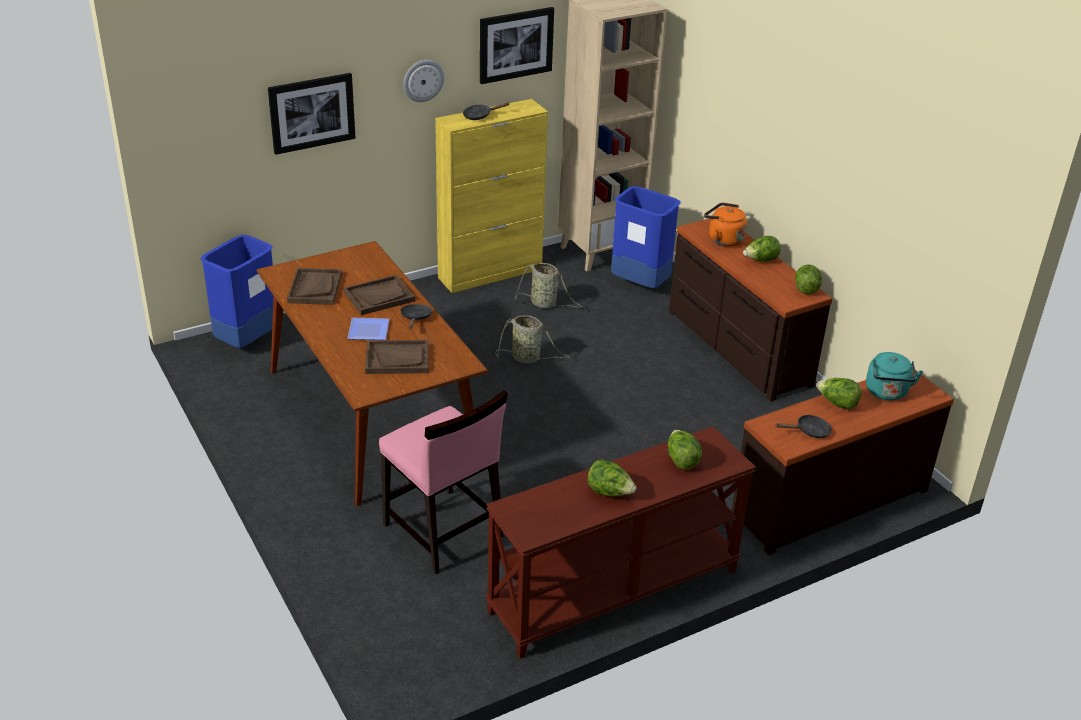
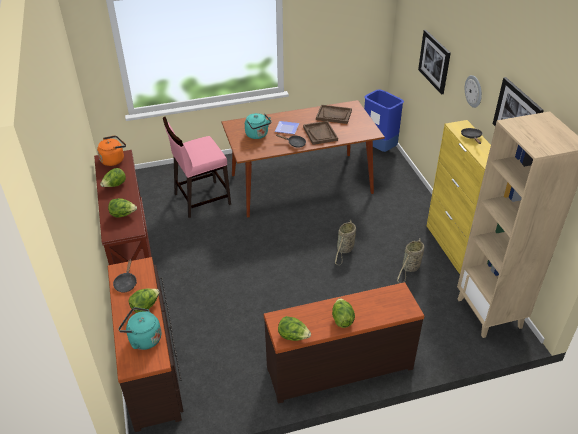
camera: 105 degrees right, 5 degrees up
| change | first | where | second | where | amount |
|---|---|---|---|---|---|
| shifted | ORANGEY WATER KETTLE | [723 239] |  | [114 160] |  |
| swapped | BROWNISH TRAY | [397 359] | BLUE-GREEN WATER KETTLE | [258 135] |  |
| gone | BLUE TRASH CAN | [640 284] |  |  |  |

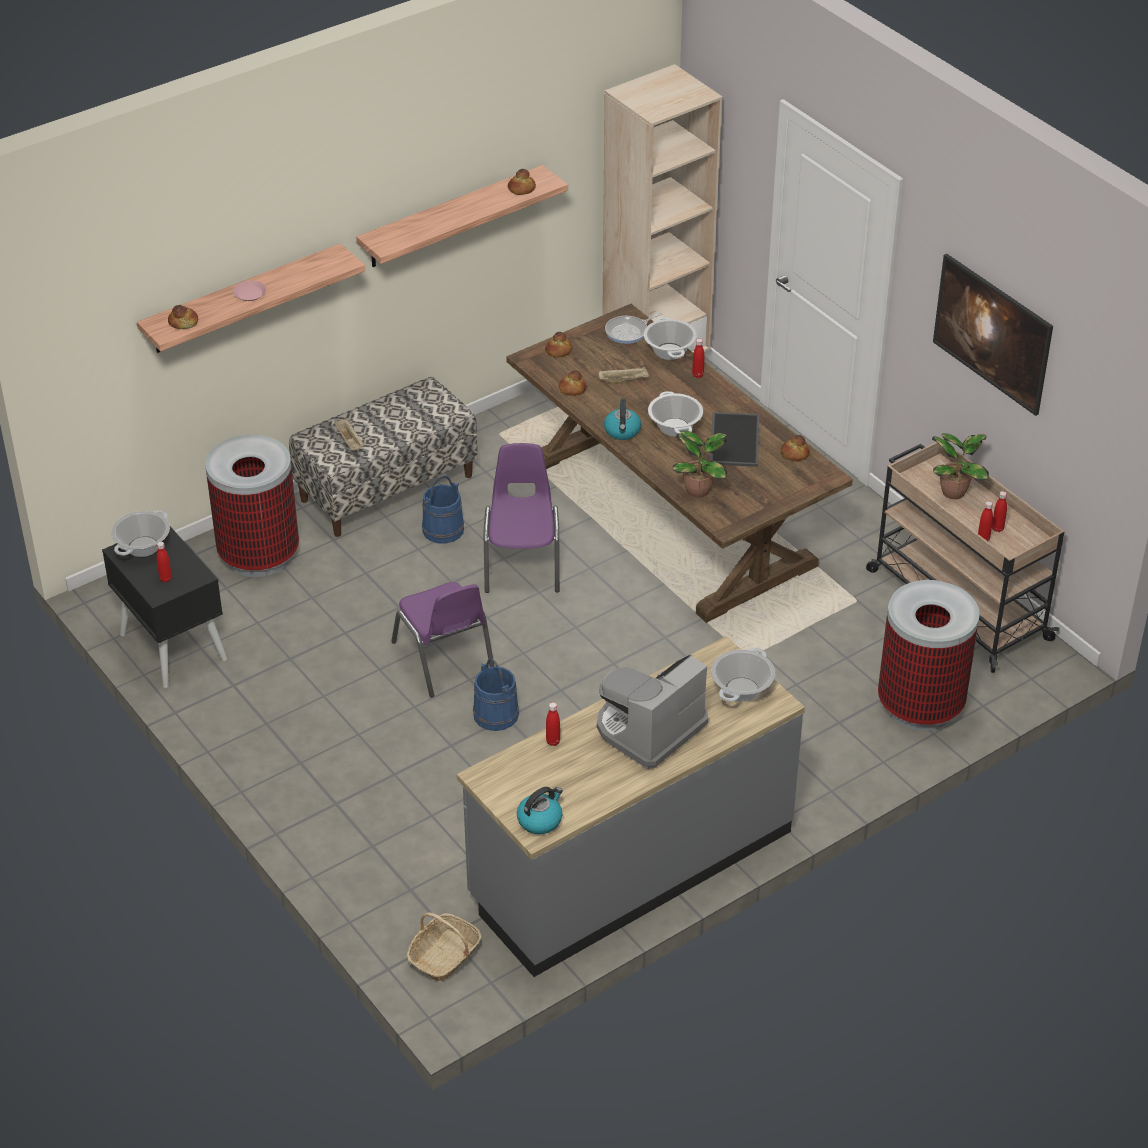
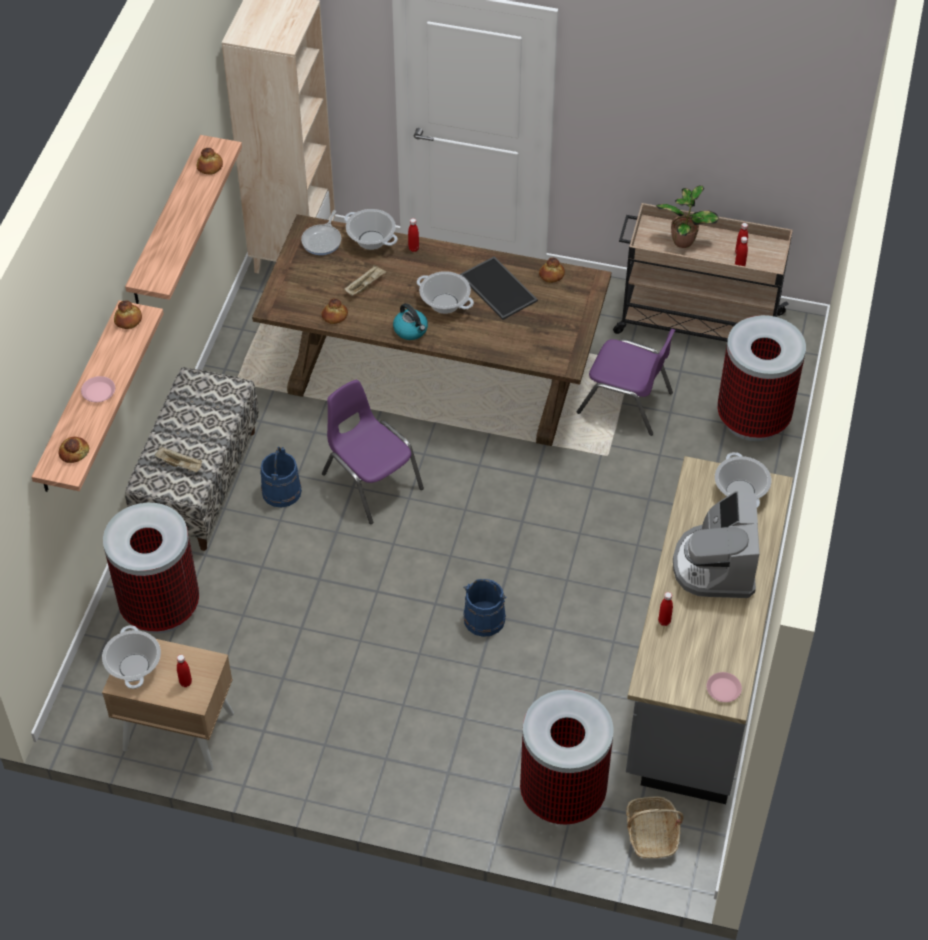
camera: 40 degrees left, 10 degrees up
| change | first | where | second | where | amount |
|---|---|---|---|---|---|
| repainted | BLACKISH NIGHT TABLE | [172 646] | BEIGE NIGHT TABLE | [177 731] |  |
| shifted | BAKERY BREAD | [558 351] |  | [129 320] |  |
| new |  |  | TRASH CAN | [563 794] |  |
| shifted | PURPLISH CHAIR | [444 659] |  | [625 402] |  |
| swapped | WATER KETTLE | [540 820] | PINK FLAT DISH | [723 689] |  |
| gone | POTTED PLANT | [699 490] |  |  |  |
| gone | PICTURE | [989 355] |  |  |  |

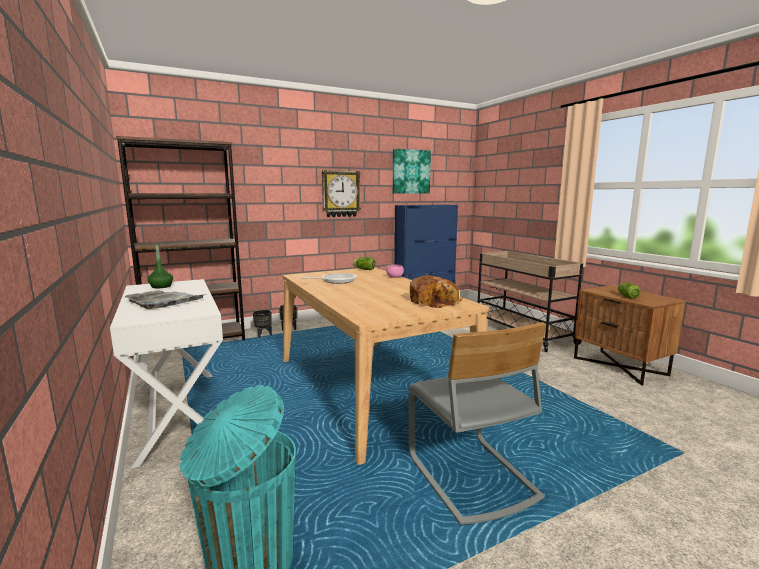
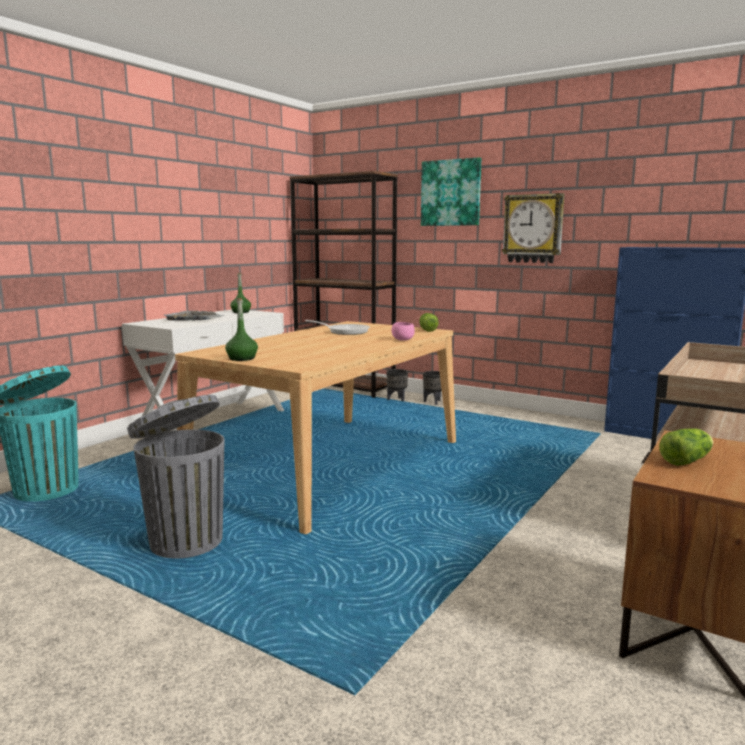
camera: 60 degrees right, 0 degrees up
| change | first | where | second | where | amount |
|---|---|---|---|---|---|
| swapped | GREY CHAIR | [470 477] | GREY TRASH CAN | [185 541] |  |
| new |  |  | GREENISH DRINK BOTTLE | [242 358] |  |
| shifted | PICTURE | [411 171] |  | [451 193] |  |
| gone | BAKERY BREAD | [434 301] |  |  |  |

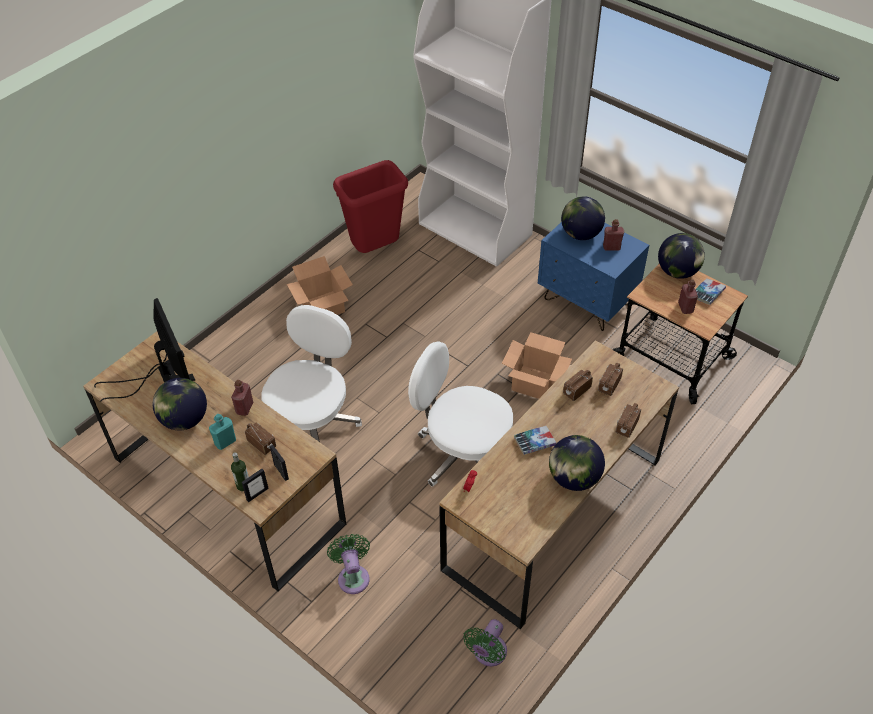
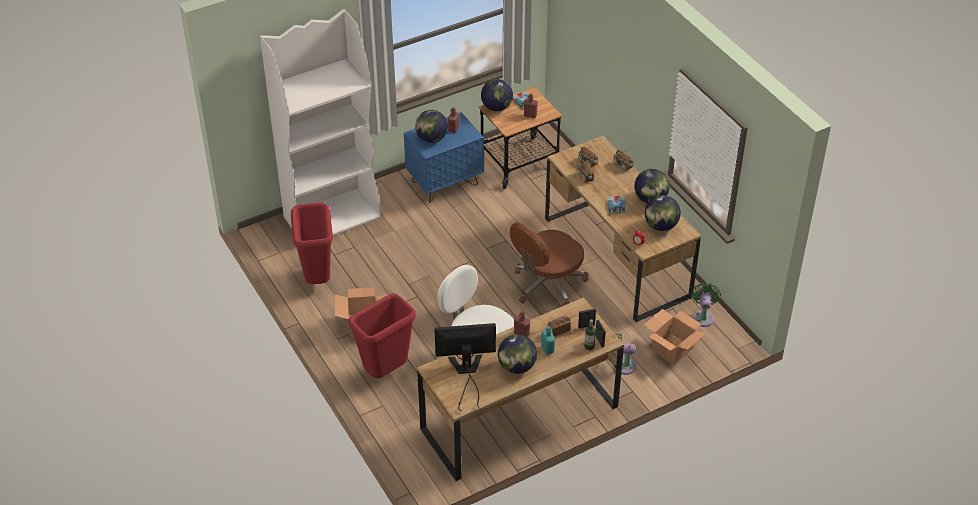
camera: 70 degrees left, 5 degrees down
| change | first | where | second | where | amount |
|---|---|---|---|---|---|
| new |  |  | RED-COLOURED TRASH CAN | [386 373] |  |
| repainted | WHITE-COLOURED DESK CHAIR | [463 453] | BROWNISH DESK CHAIR | [547 285] |  |
| shifted | CARTON | [533 383] |  | [672 349] |  |
| new |  |  | WORLD GLOBE | [661 226] |  |
| rotated | GREENISH COOLING FAN | [488 654] |  | [703 316] | 135 degrees counterclockwise |

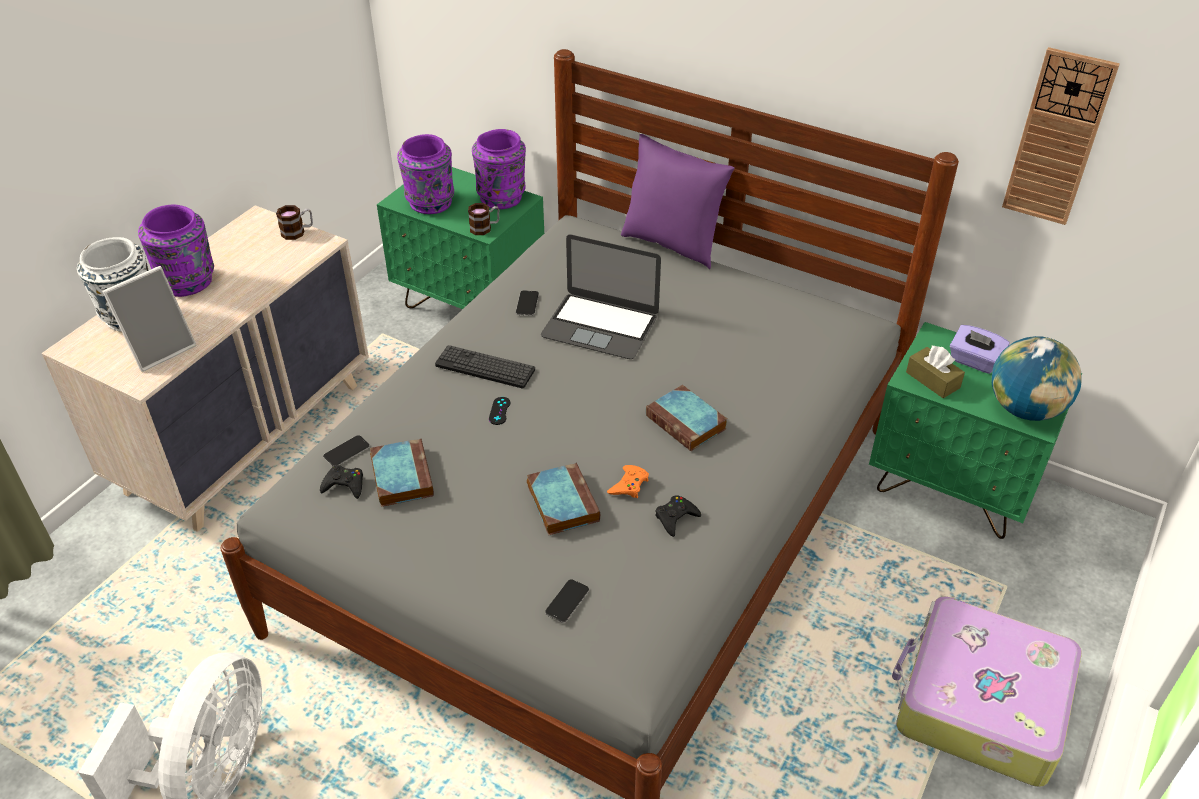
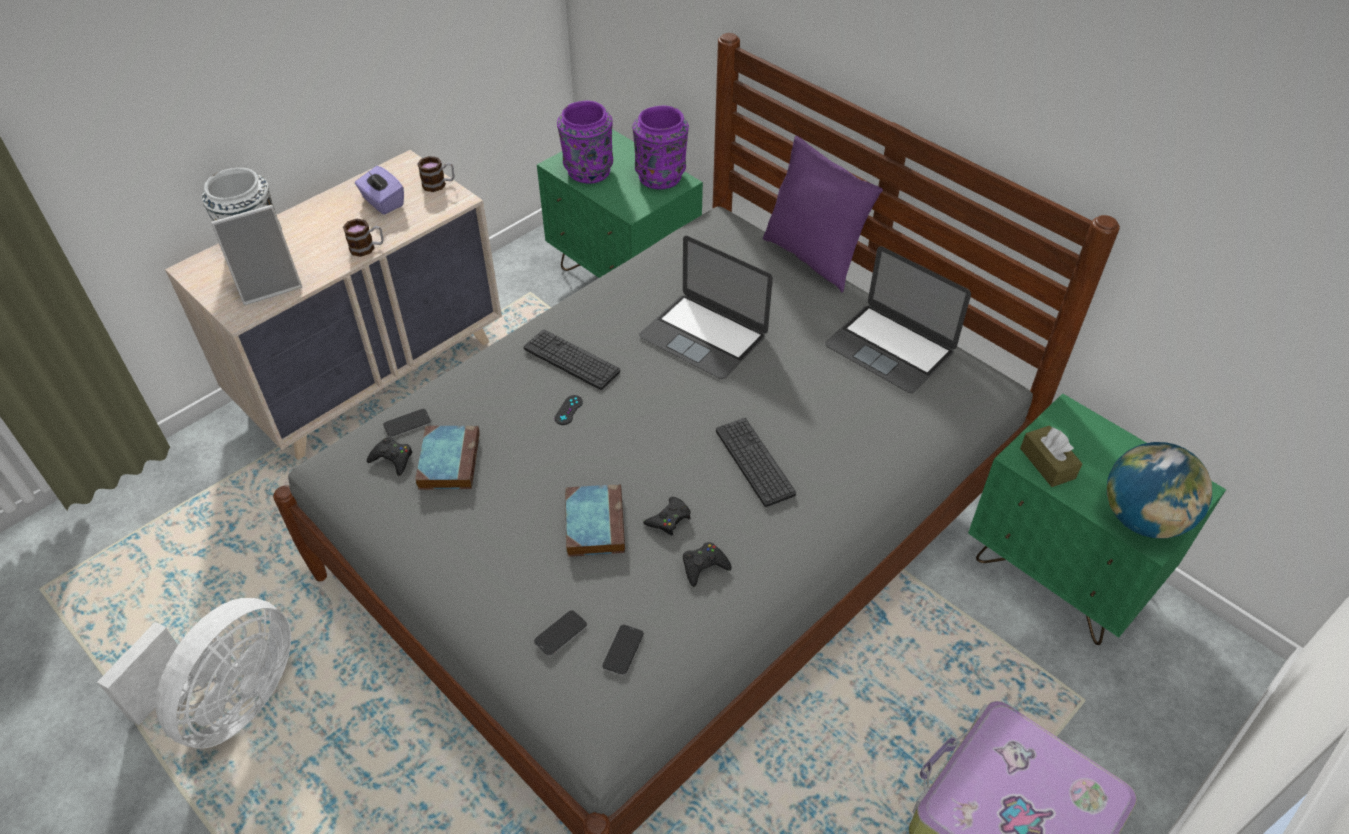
camera: 15 degrees right, 5 degrees up
| change | first | where | second | where | amount |
|---|---|---|---|---|---|
| shifted | COFFEE MUG | [485 228] |  | [367 248] |  |
| shifted | PURPLISH TISSUE HOLDER | [974 361] |  | [382 202] |  |
| shifted | TELEPHONE | [527 304] |  | [623 650] |  |
| repainted | ORANGEY GAMEPAD | [629 485] | BLACKISH GAMEPAD | [669 519] |  |
| swapped | VOLUME | [687 423] | PC KEYBOARD | [754 462] |  |
| new |  |  | LAPTOP | [889 348] |  |
| gone | PURPLISH VASE | [188 282] |  |  |  |
| gone | HANGING CLOCK | [1057 138] |  |  |  |

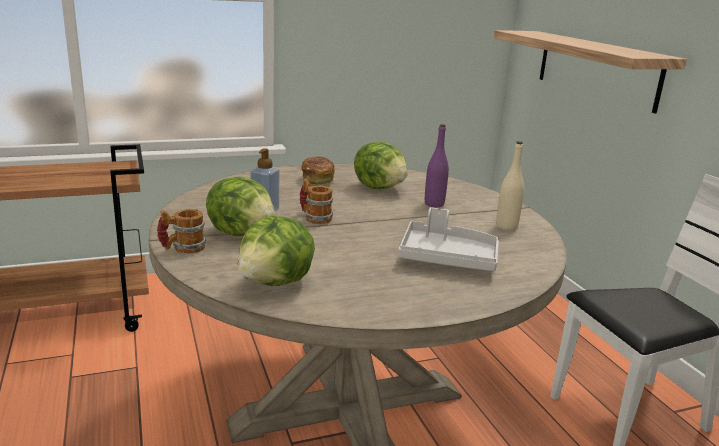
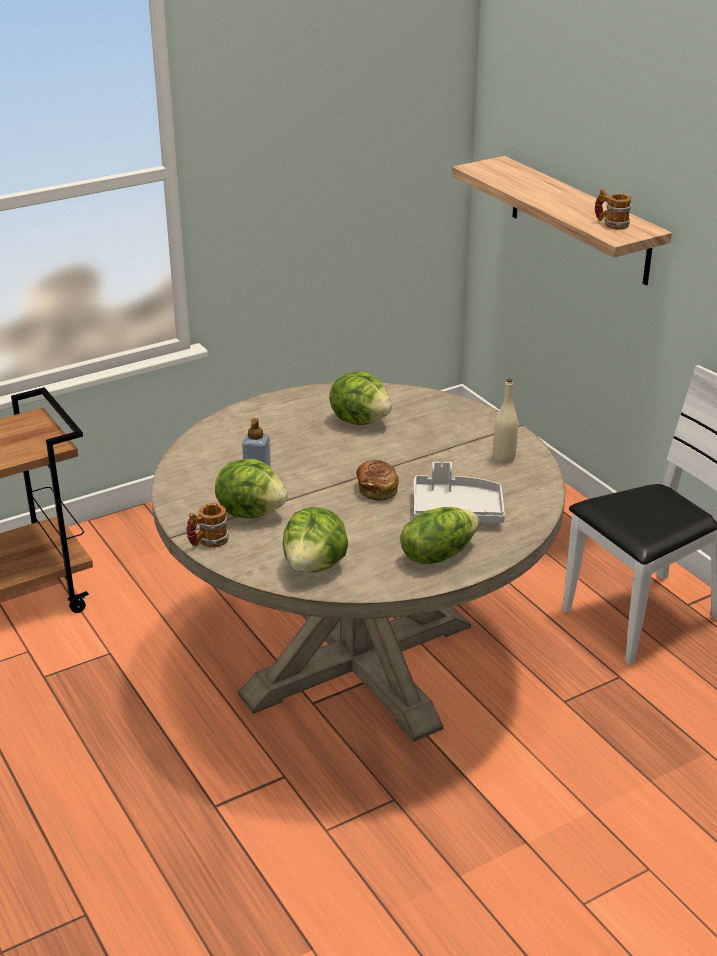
camera: 10 degrees left, 10 degrees up
| change | first | where | second | where | amount |
|---|---|---|---|---|---|
| shifted | BAKERY BREAD | [318 179] |  | [377 489] |  |
| new |  |  | LETTUCE | [437 554] |  |
| shifted | COFFEE MUG | [314 217] |  | [611 224] |  |
| gone | PURPLISH DRINK BOTTLE | [434 204] |  |  |  |

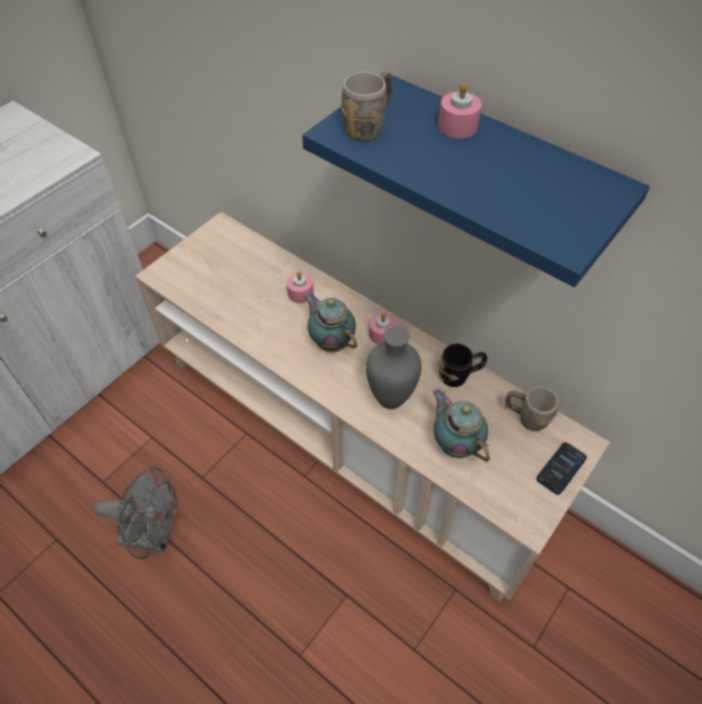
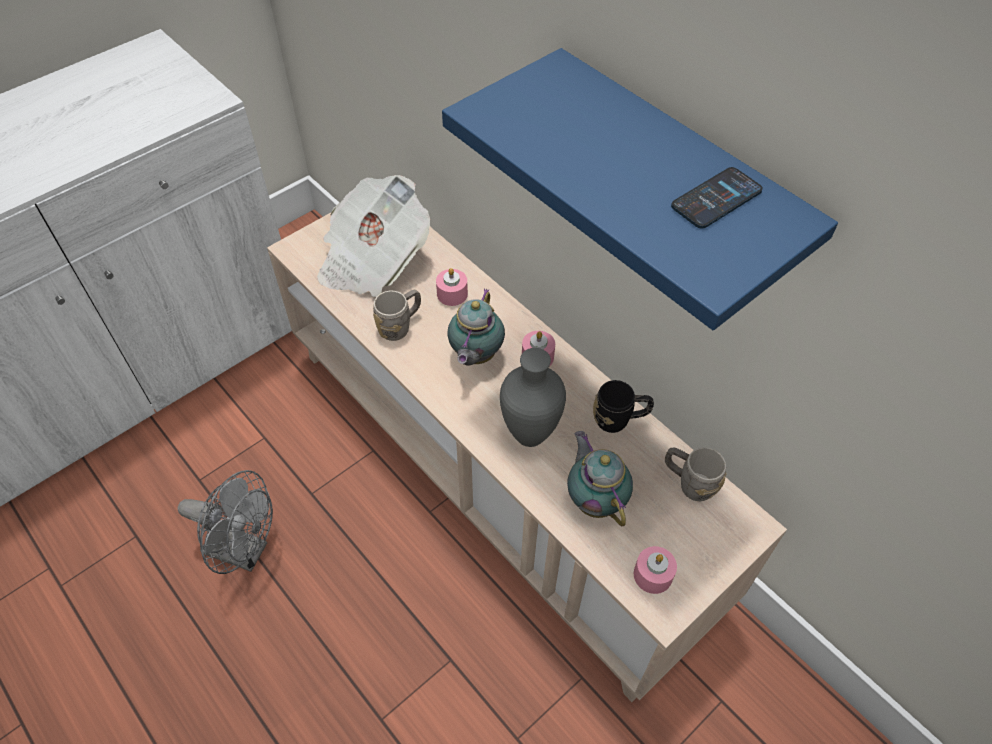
camera: 10 degrees right, 0 degrees up
| change | first | where | second | where | amount |
|---|---|---|---|---|---|
| new |  |  | NEWSPAPER | [372 259] |  |
| shifted | GREY COFFEE MUG | [369 126] |  | [400 326] |  |
| rotated | POT FOR TEA | [331 342] |  | [475 356] | 135 degrees counterclockwise |
| shifted | PINK CANDLE | [457 126] |  | [652 575] |  |
| shifted | TELEPHONE | [561 468] |  | [716 199] |  |

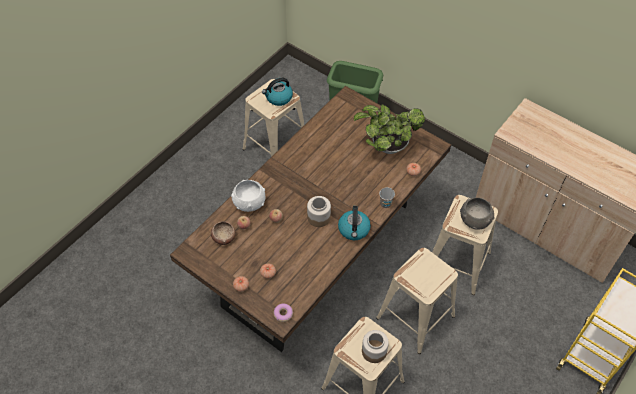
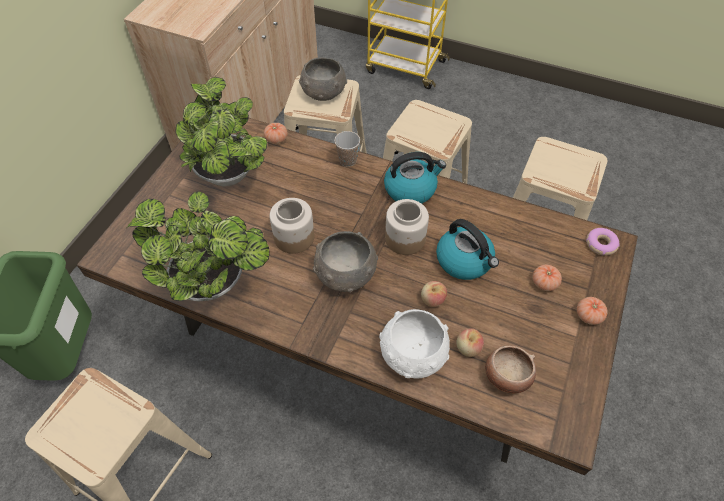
camera: 105 degrees left, 0 degrees up
| change | first | where | second | where | amount |
|---|---|---|---|---|---|
| new |  |  | POTTED PLANT | [216 285] |  |
| shifted | STORAGE JAR | [374 351] |  | [293 237] |  |
| new |  |  | GREY DEEP DISH | [345 274] |  |
| shifted | WATER KETTLE | [278 98] |  | [465 261] |  |

